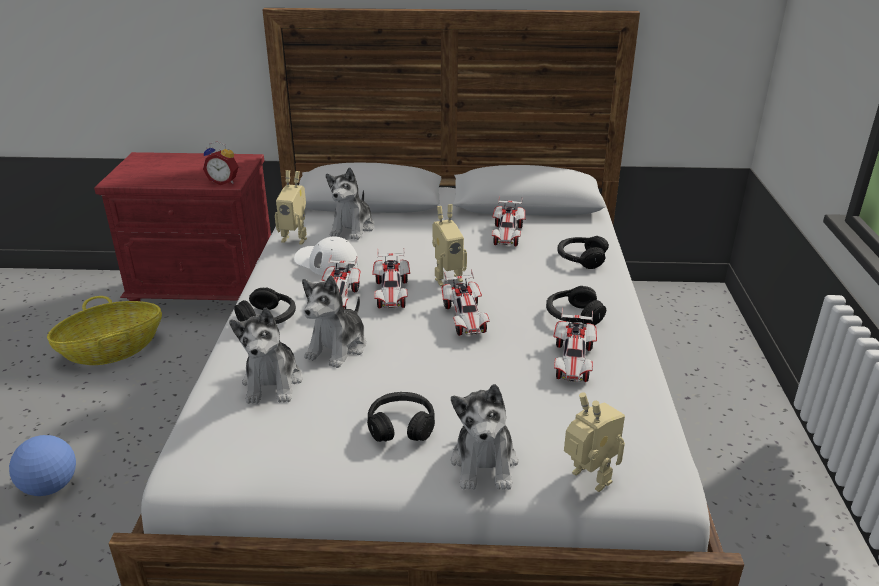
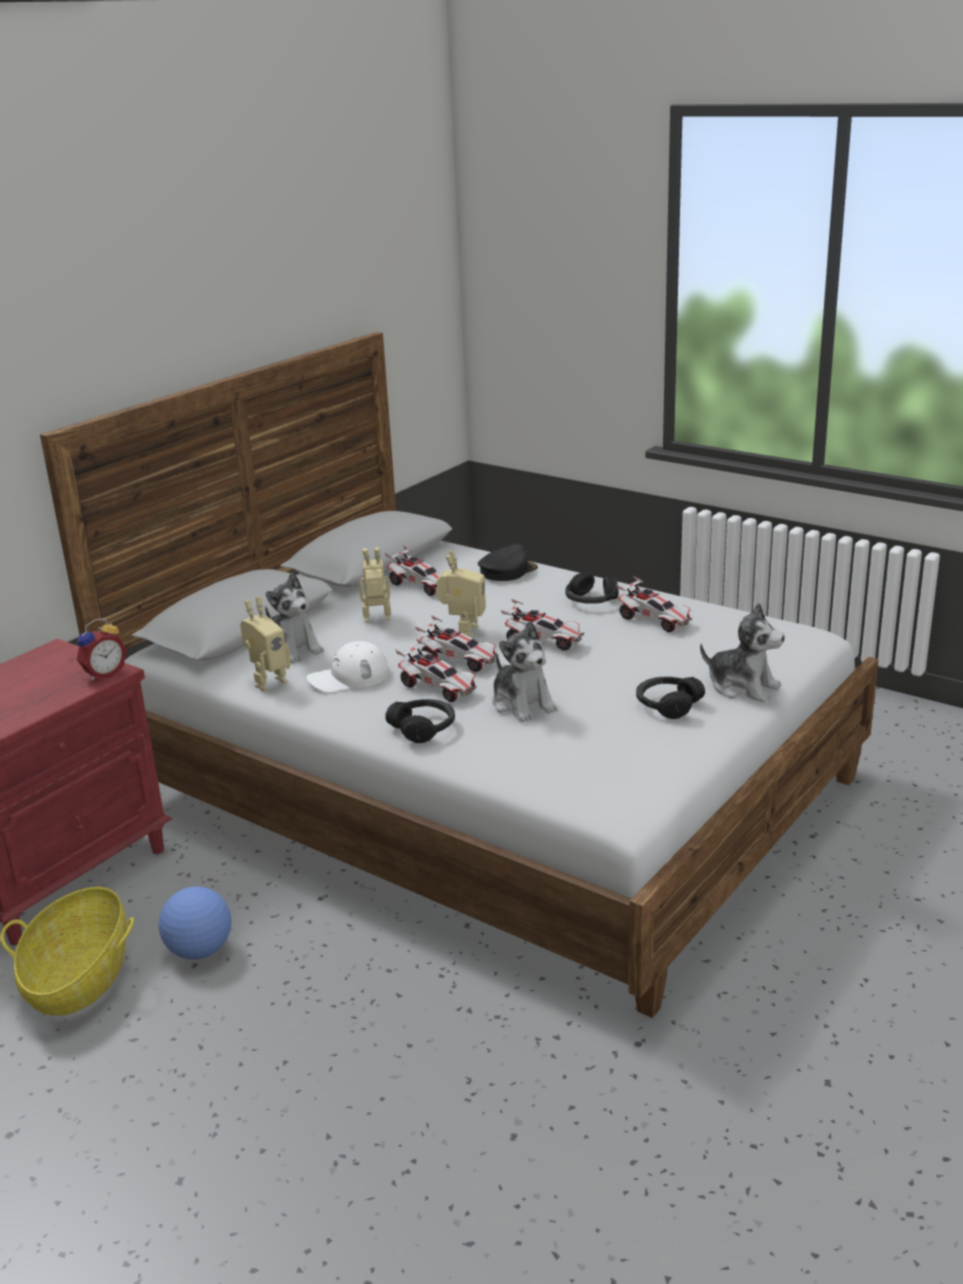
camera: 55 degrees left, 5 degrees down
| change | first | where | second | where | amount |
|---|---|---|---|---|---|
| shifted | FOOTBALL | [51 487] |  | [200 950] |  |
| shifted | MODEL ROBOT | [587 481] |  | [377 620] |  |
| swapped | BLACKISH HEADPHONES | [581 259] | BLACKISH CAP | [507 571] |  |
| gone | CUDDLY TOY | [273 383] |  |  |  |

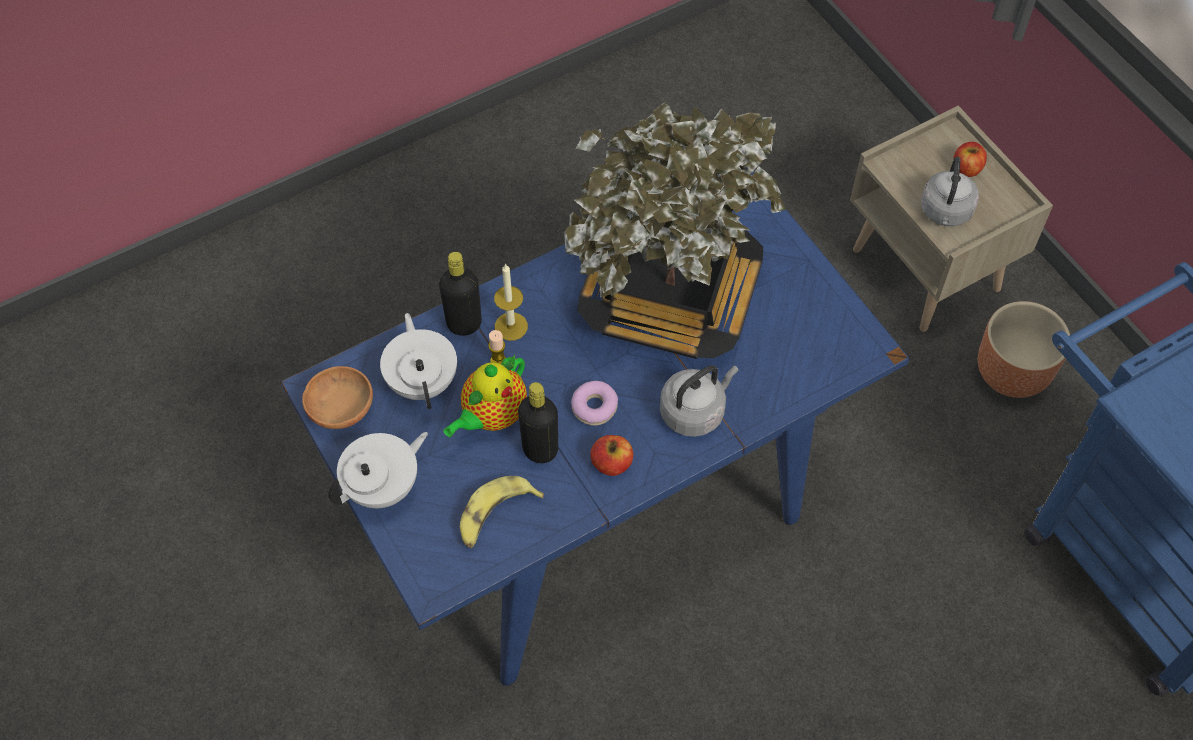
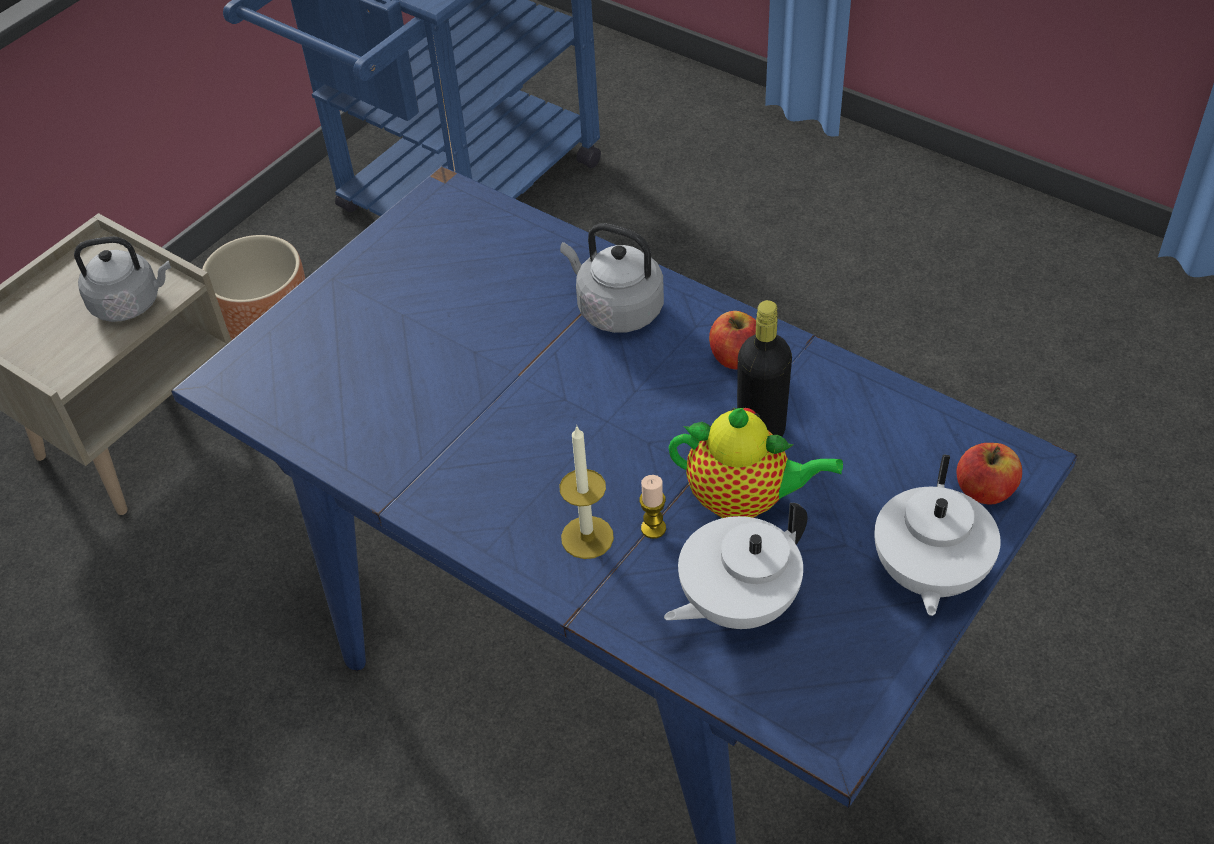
camera: 110 degrees left, 10 degrees down
| change | first | where | second | where | amount |
|---|---|---|---|---|---|
| rotated | WHITE-COLOURED POT FOR TEA | [383 487] |  | [927 574] | 105 degrees counterclockwise |
| shifted | APPLE FRUIT | [966 168] |  | [985 490] |  |
| gone | BROWNISH DEEP DISH | [341 408] |  |  |  |
| gone | BLACKISH DRINK BOTTLE | [464 323] |  |  |  |
| gone | BANANA | [495 515] |  |  |  |
| gone | POTTED PLANT | [669 295] |  |  |  |
| gone | RING DOUGHNUT | [594 407] |  |  |  |

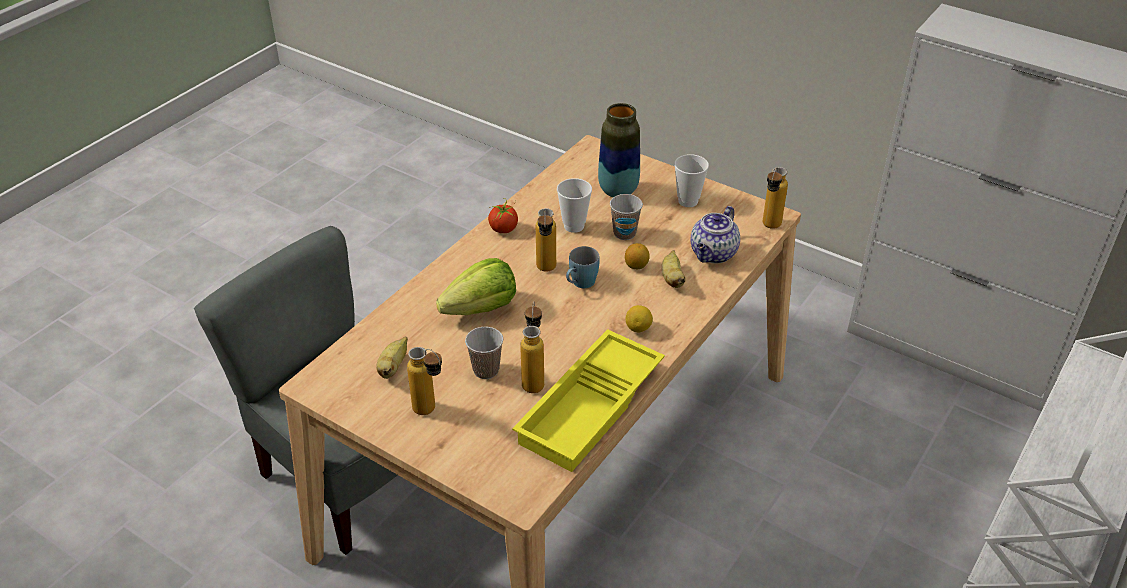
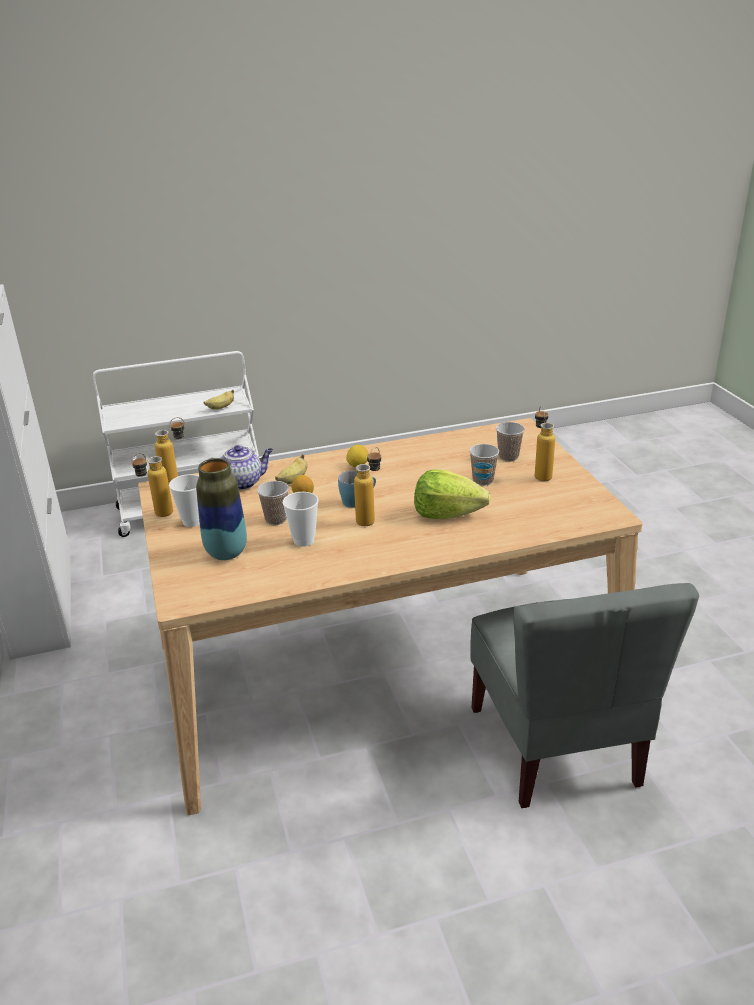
camera: 140 degrees left, 10 degrees down
| change | first | where | second | where | amount |
|---|---|---|---|---|---|
| shifted | DRINK BOTTLE | [533 379] |  | [157 516] |  |
| shifted | BANANA | [393 367] |  | [221 407] |  |
| new |  |  | DRINKING CUP | [508 457] |  |
| gone | FRESH TOMATO | [503 229] |  |  |  |
| gone | YELLOWISH TRAY | [592 409] |  |  |  |

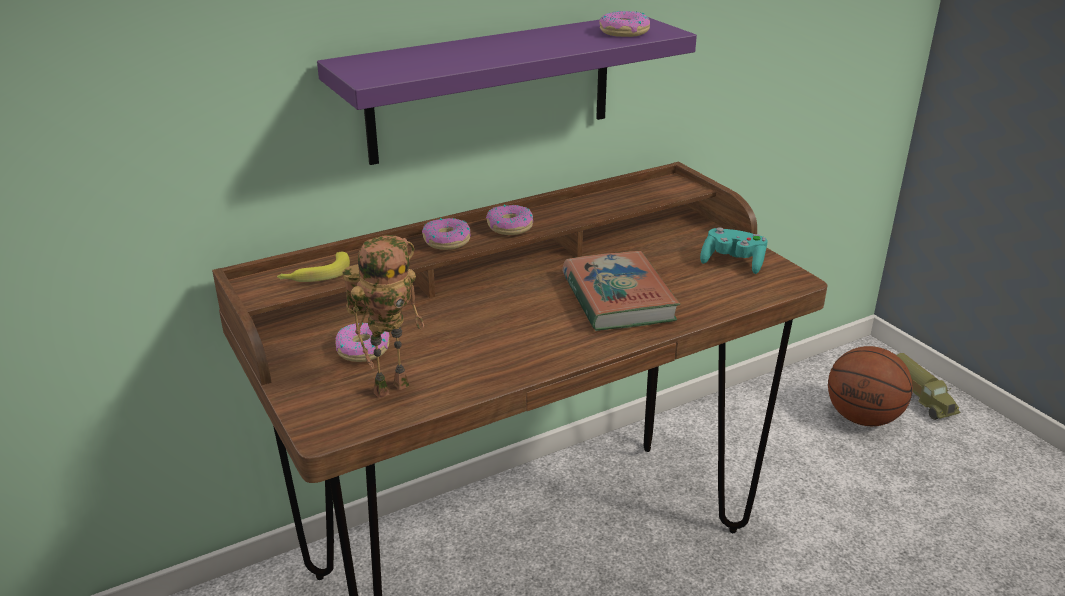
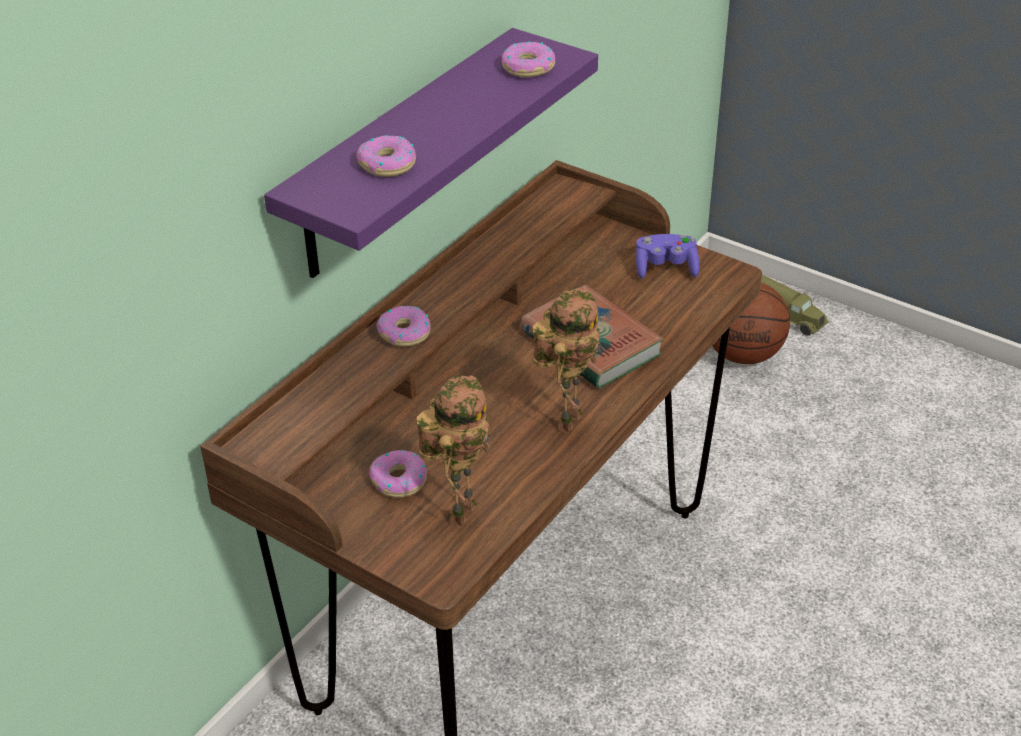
camera: 25 degrees left, 10 degrees up
| change | first | where | second | where | amount |
|---|---|---|---|---|---|
| shifted | RING DOUGHNUT | [509 227] |  | [387 164] |  |
| new |  |  | MODEL ROBOT | [567 419] |  |
| repainted | BLUE-GREEN GAMEPAD | [733 262] | PURPLISH GAMEPAD | [665 268] |  |
| gone | BANANA | [315 275] |  |  |  |

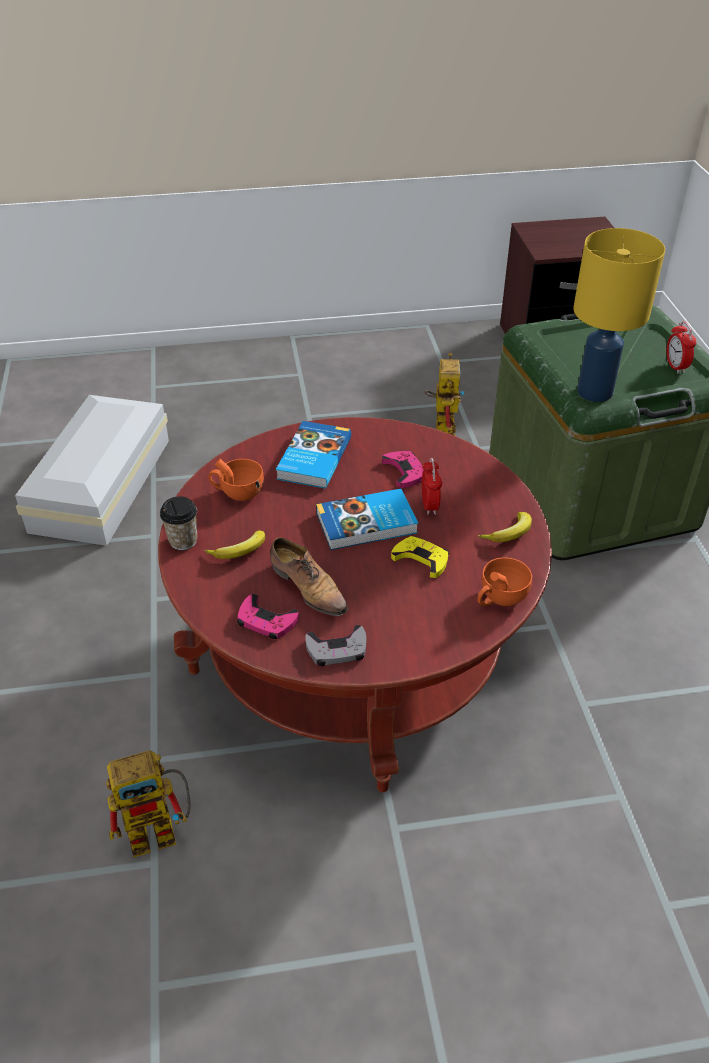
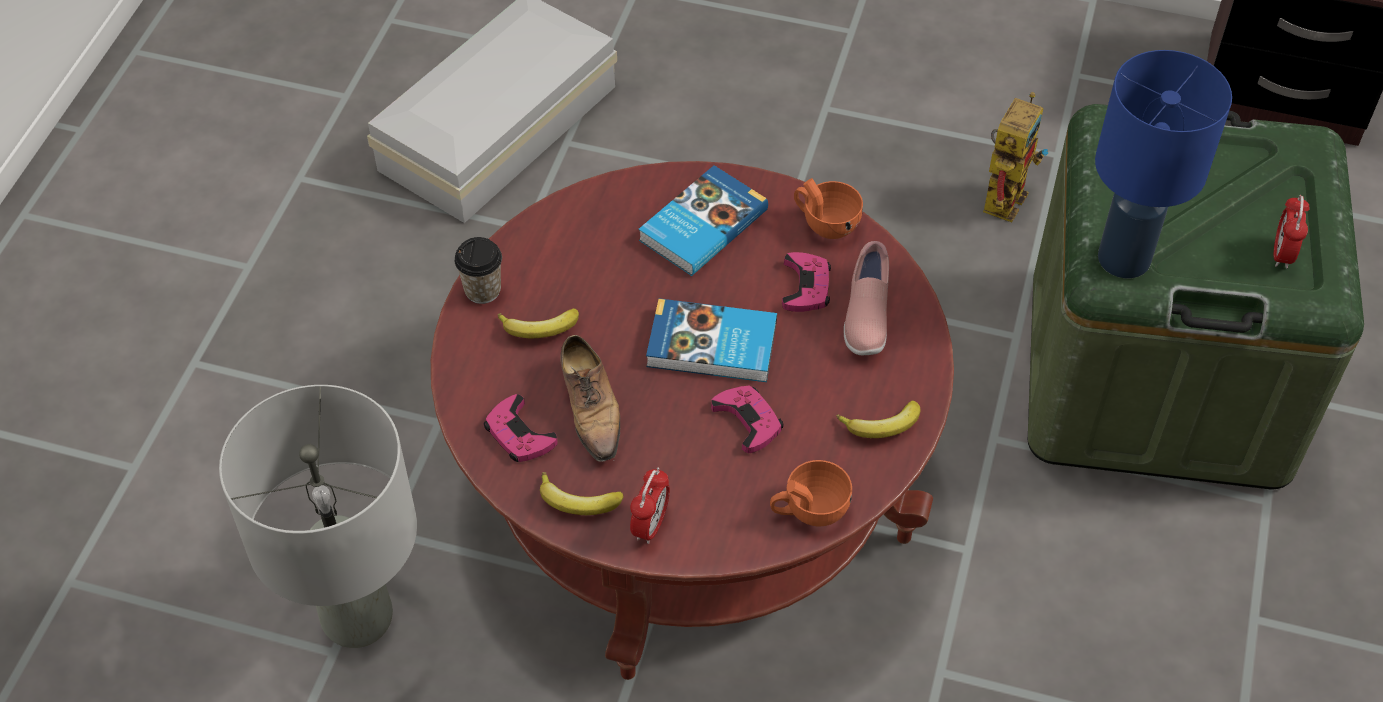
camera: 25 degrees right, 10 degrees up
| change | first | where | second | where | amount |
|---|---|---|---|---|---|
| swapped | MODEL ROBOT | [162 829] | GREY LAMP FOR A TABLE | [359 618] |  |
| swapped | GREY GAMEPAD | [337 650] | BANANA | [578 502] |  |
| shifted | ALARM CLOCK | [429 506] |  | [650 525] |  |
| repainted | YELLOWISH GAMEPAD | [421 559] | PINK GAMEPAD | [748 421] |  |
| shifted | ORANGEY DRINKING CUP | [237 492] |  | [825 223] |  |
| new |  |  | PINK LOW SHOE | [865 316] |  |
| repainted | YELLOWISH LAMP FOR A TABLE | [595 392] | BLUE LAMP FOR A TABLE | [1125 258] |  |

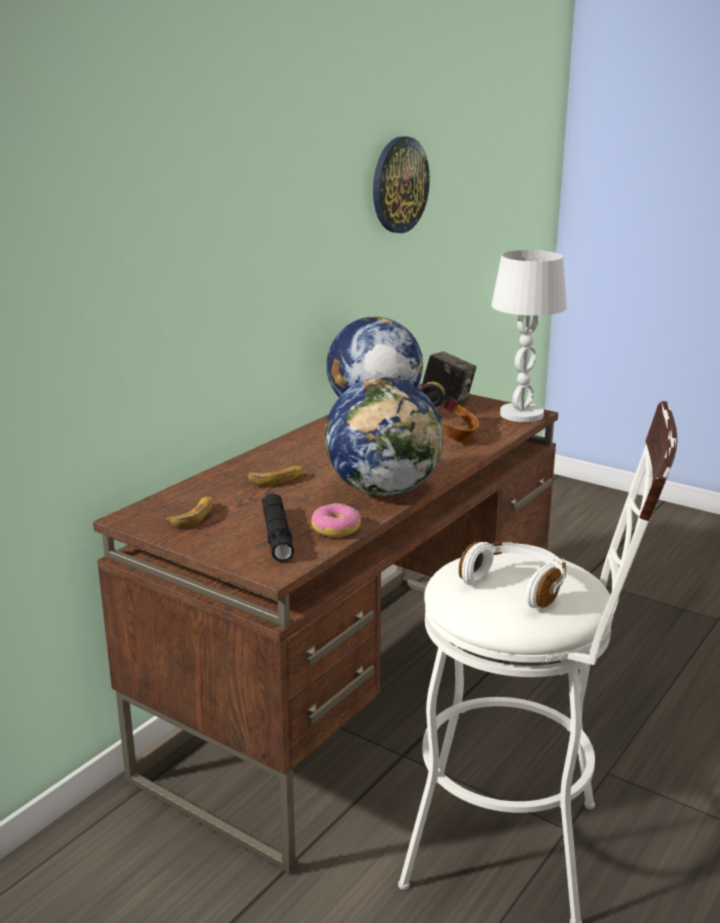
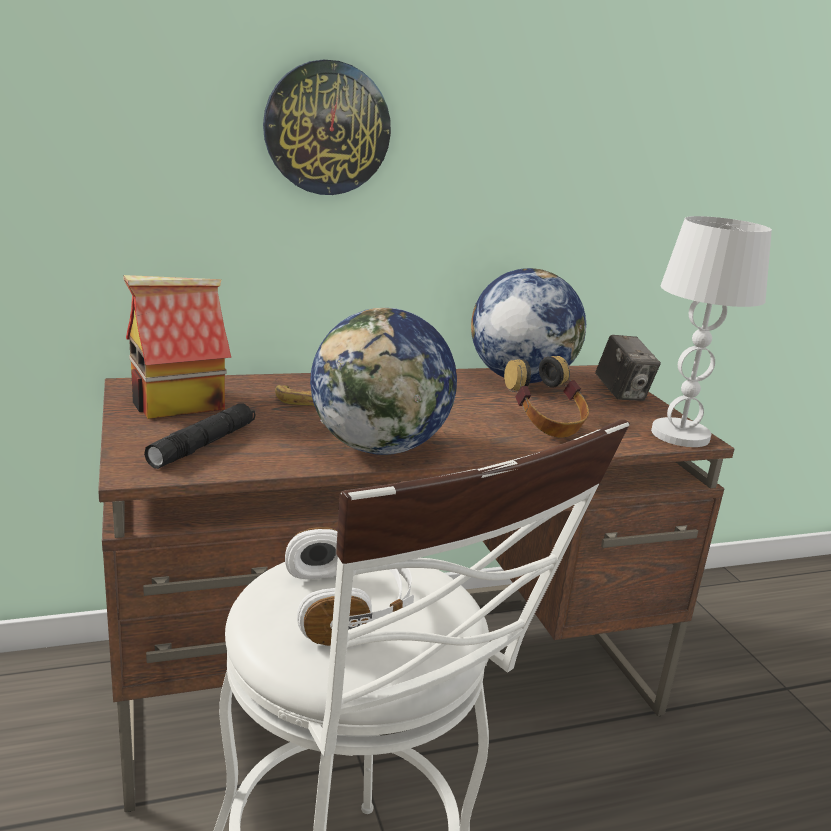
camera: 35 degrees right, 0 degrees up
| change | first | where | second | where | amount |
|---|---|---|---|---|---|
| swapped | BANANA | [193 516] | TOY HOUSE | [176 403] |  |
| shifted | HANGING CLOCK | [399 185] |  | [327 128] |  |
| gone | RING DOUGHNUT | [335 529] |  |  |  |

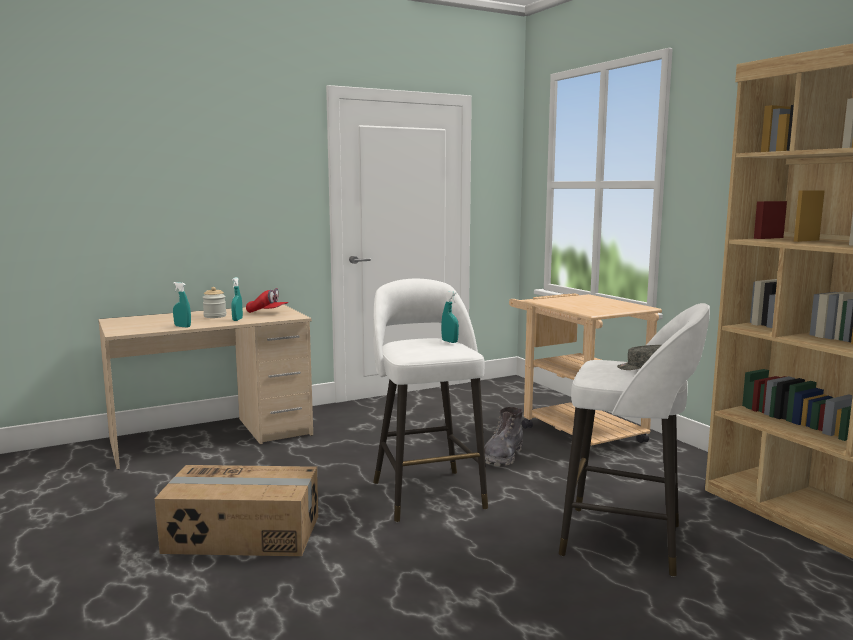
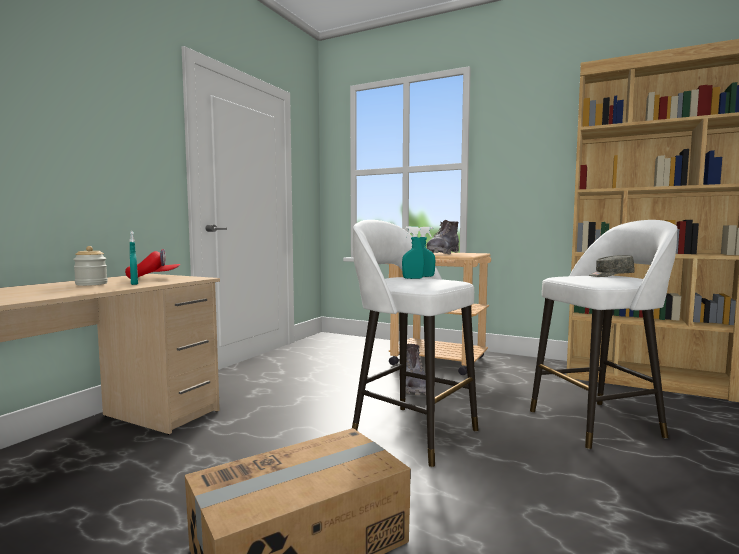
camera: 35 degrees left, 5 degrees down
| change | first | where | second | where | amount |
|---|---|---|---|---|---|
| shifted | BLUE-GREEN HAND SPRAYER | [182 326] |  | [413 278] |  |
| new |  |  | GREY TALL BOOT | [442 253] |  |

